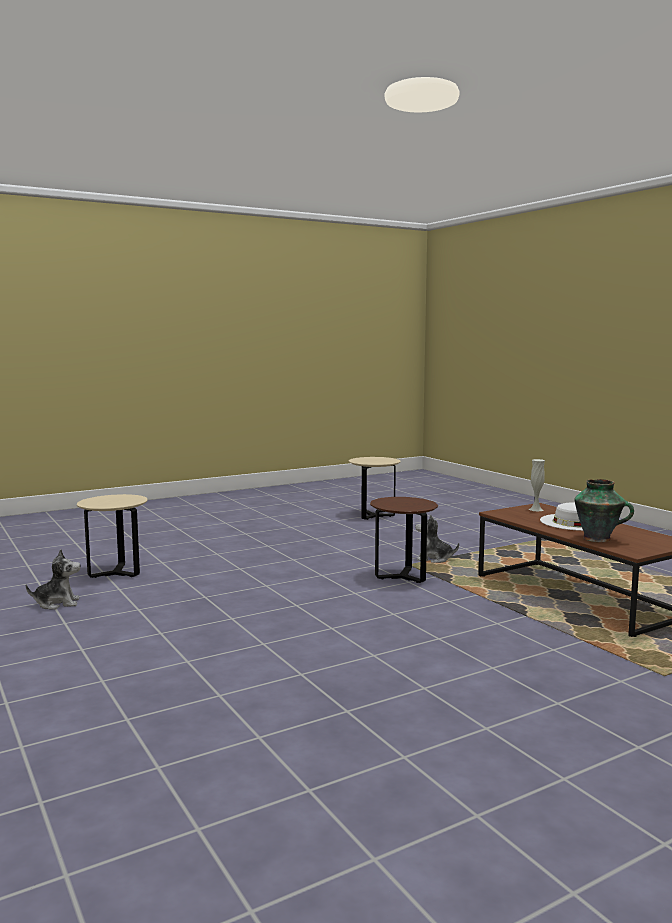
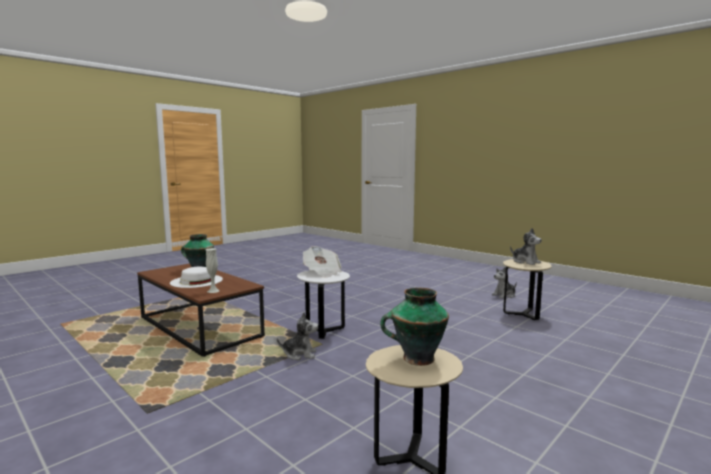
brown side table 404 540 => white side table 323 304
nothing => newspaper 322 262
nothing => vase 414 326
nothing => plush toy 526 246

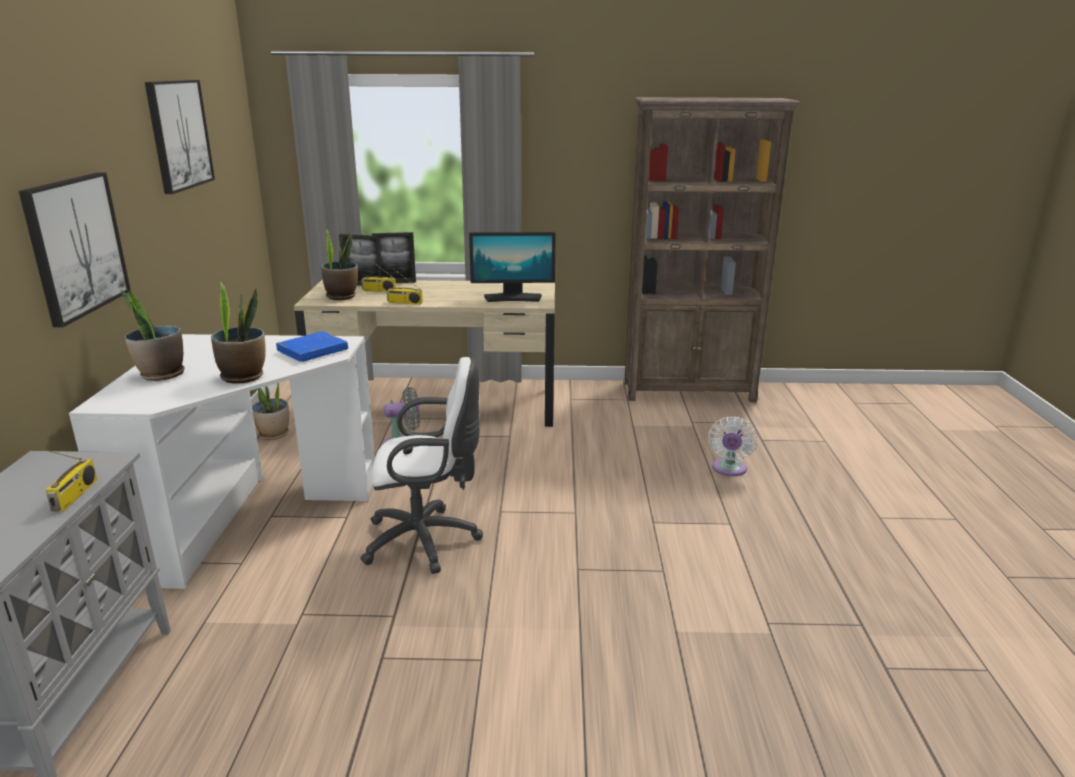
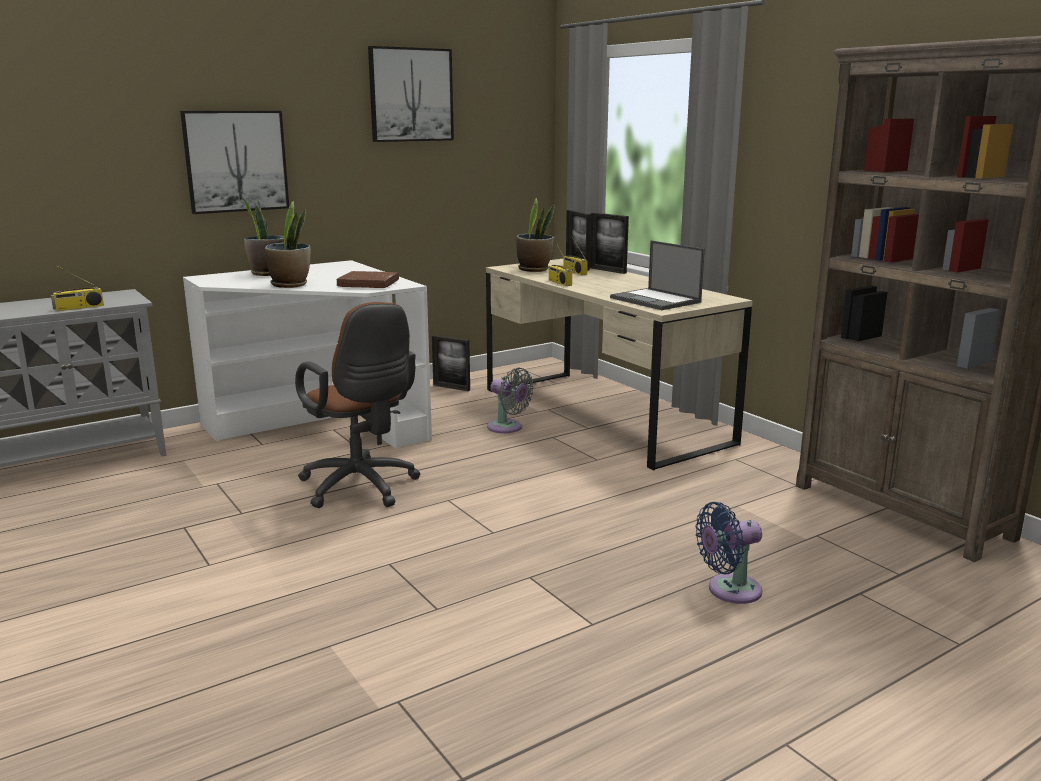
white office chair 421 465 => brown office chair 357 405
blue book 312 346 => brown book 368 279
potted plant 270 411 => picture frame 451 363
monitor 512 267 => laptop 657 275
white fan 732 446 => blue fan 728 553

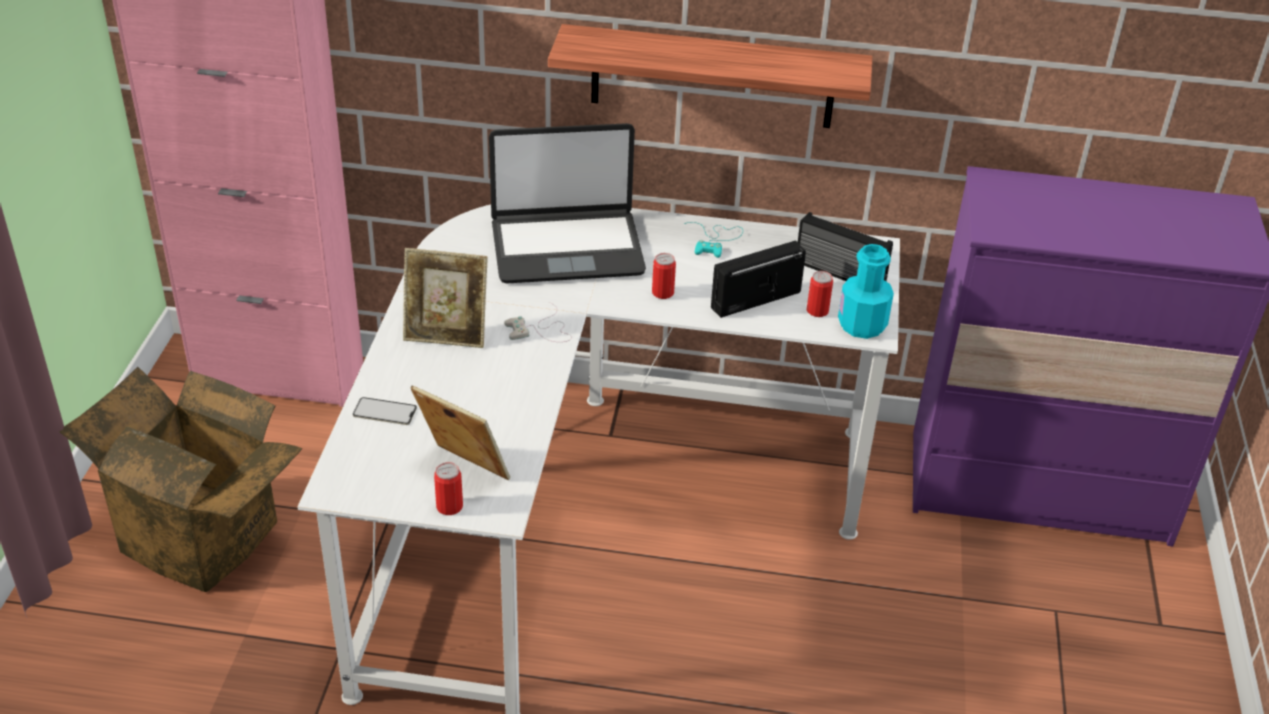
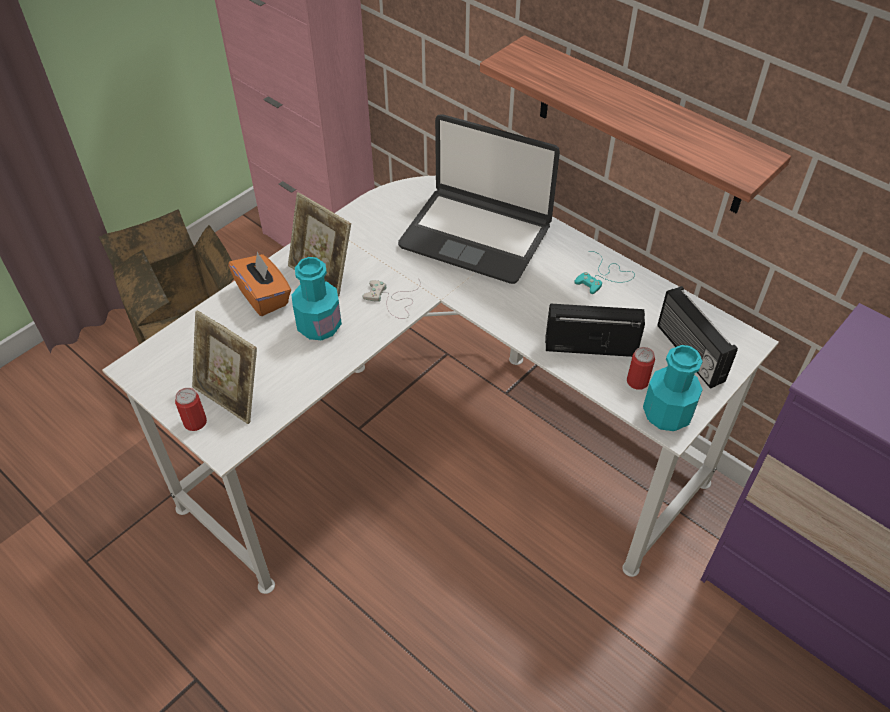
picture frame 460 433 => picture frame 224 367, 150 degrees clockwise
nothing => orange tissue box 259 283
nothing => turquoise bottle 316 298
phone 385 411 => nothing
can 664 276 => nothing

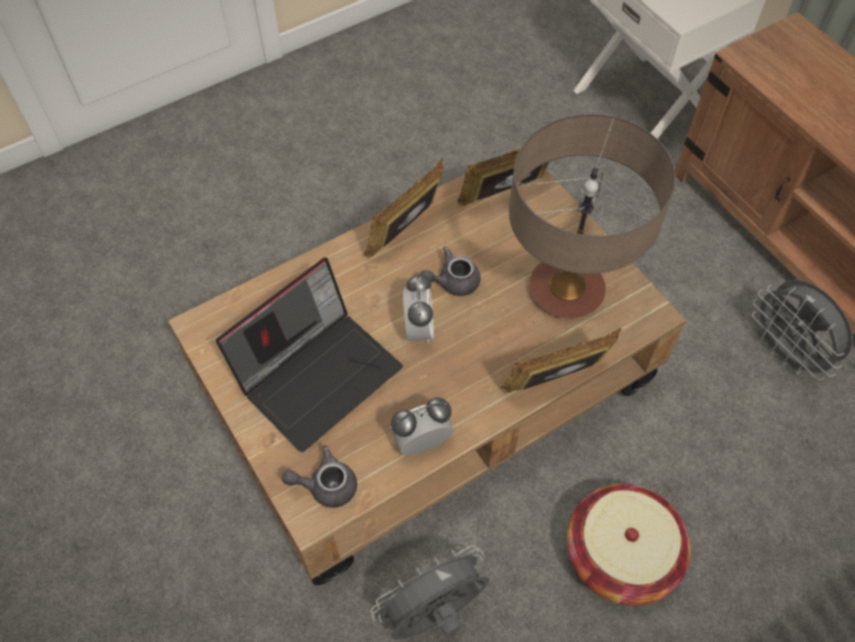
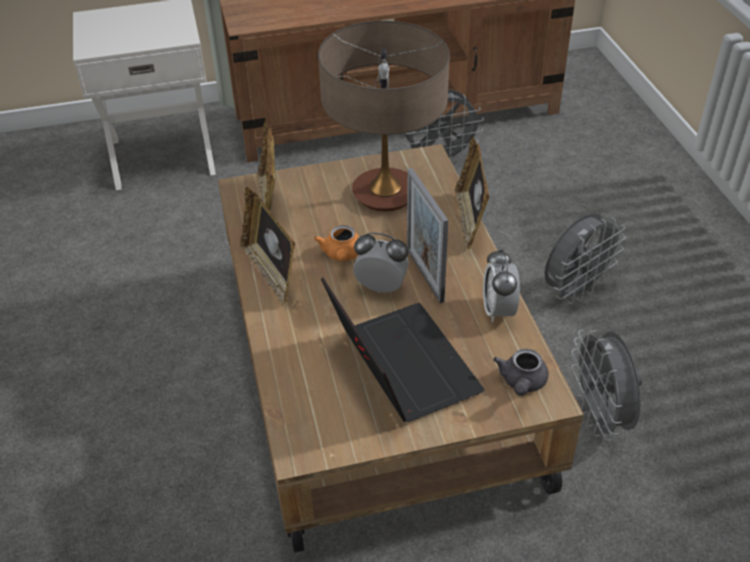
grey teapot 450 271 => orange teapot 336 243
nothing => picture frame 427 235
basket 628 545 => grey fan 585 258

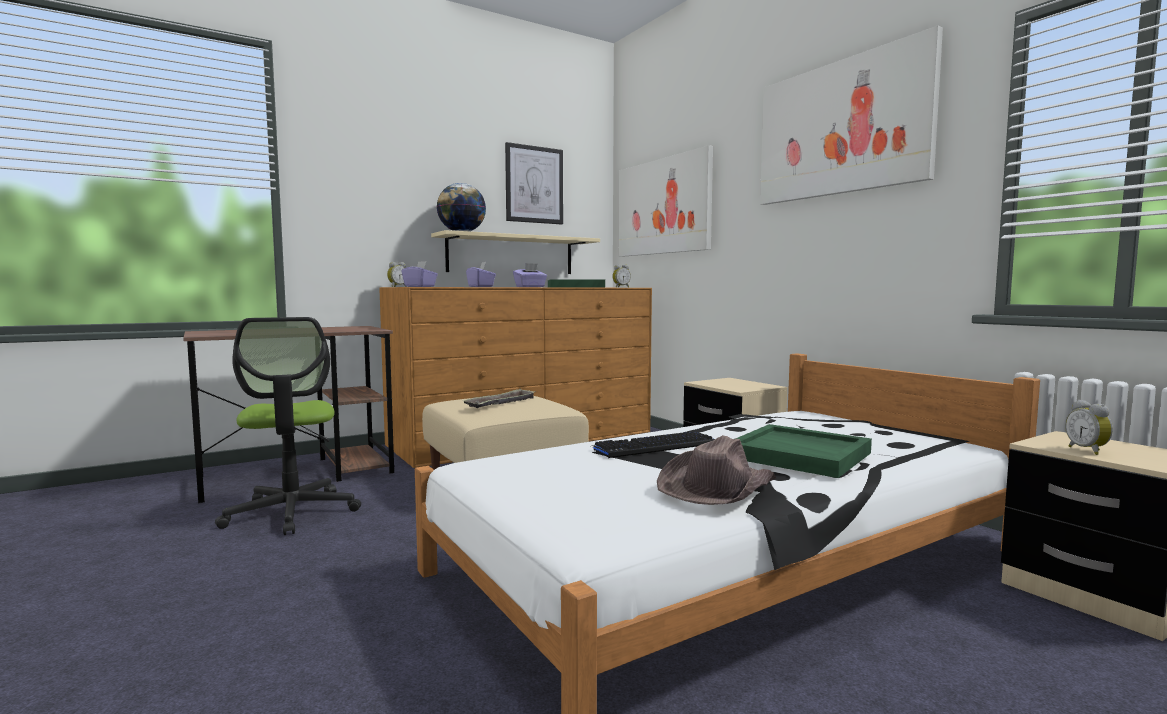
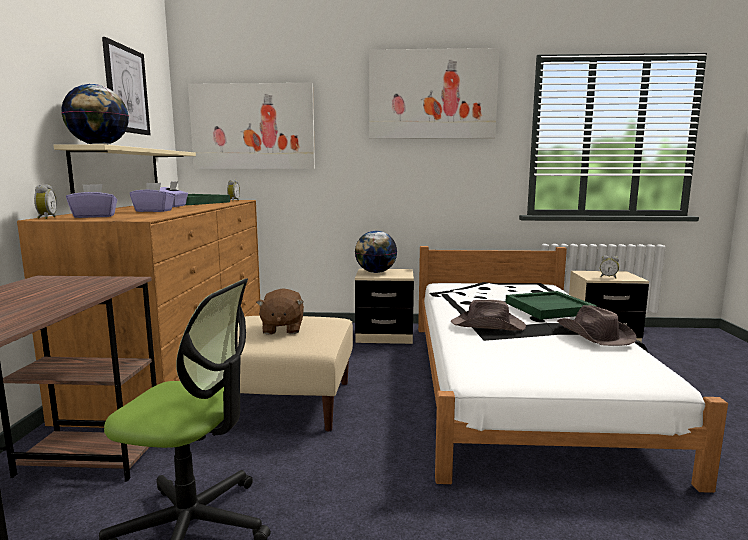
tray 499 398 => brown plush toy 280 311
nothing => globe 376 252
keyboard 654 444 => brown hat 488 315

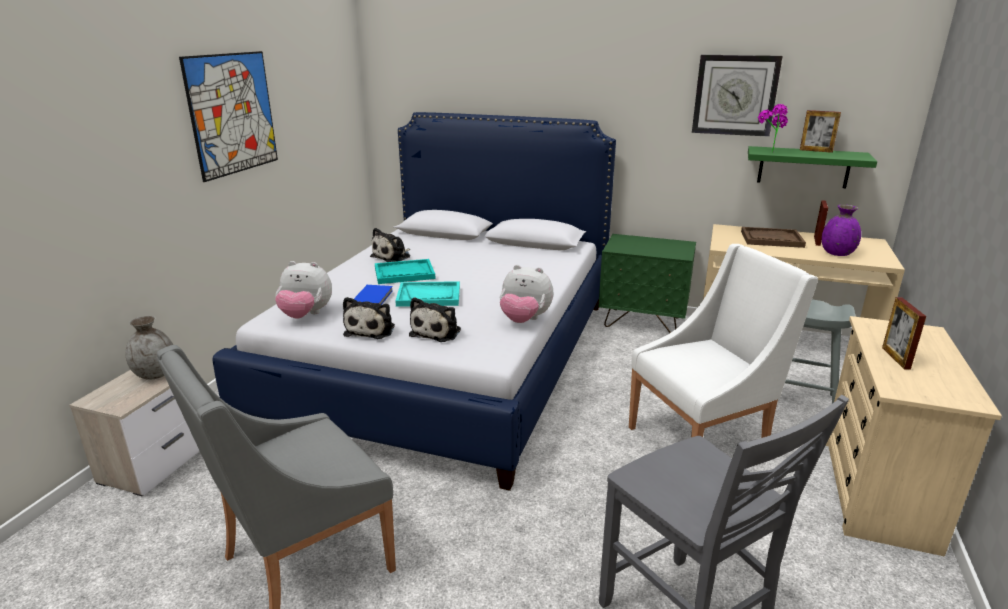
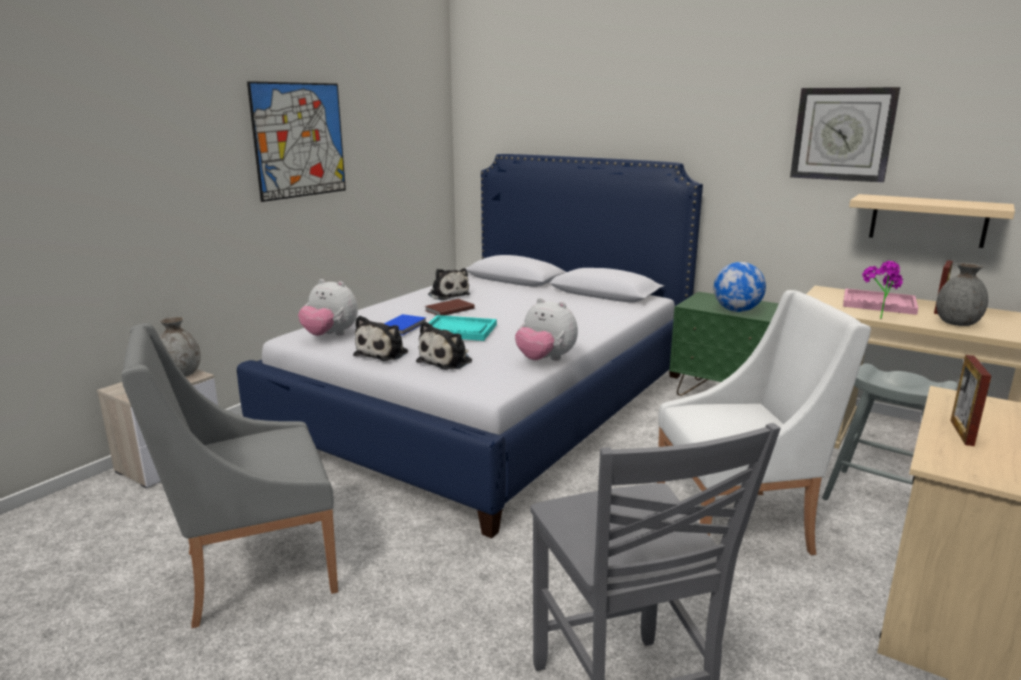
turquoise tray 405 271 => brown book 450 307
plush toy 390 245 => plush toy 449 284, 90 degrees counterclockwise
nothing => globe 740 287
brown tray 773 237 => pink tray 880 301
green shelf 812 167 => beige shelf 932 221
potted plant 773 128 => potted plant 882 290, moved
purple vase 841 230 => grey vase 962 294
picture frame 820 131 => nothing

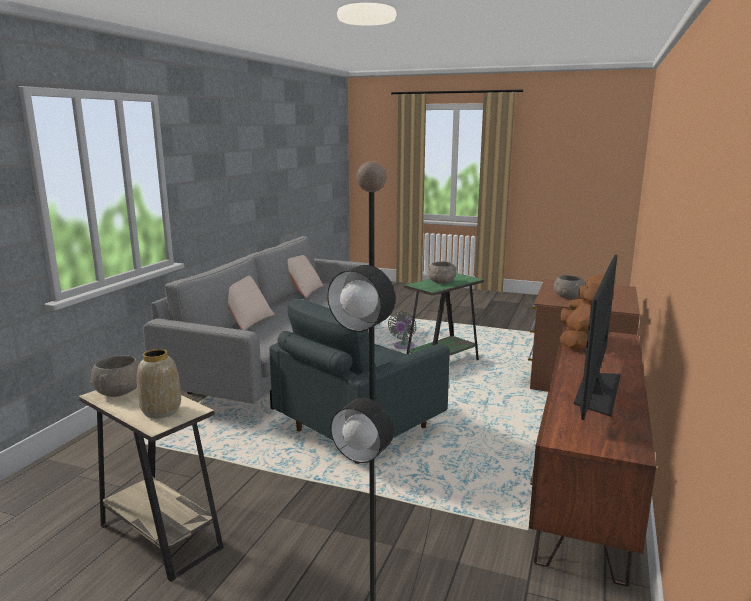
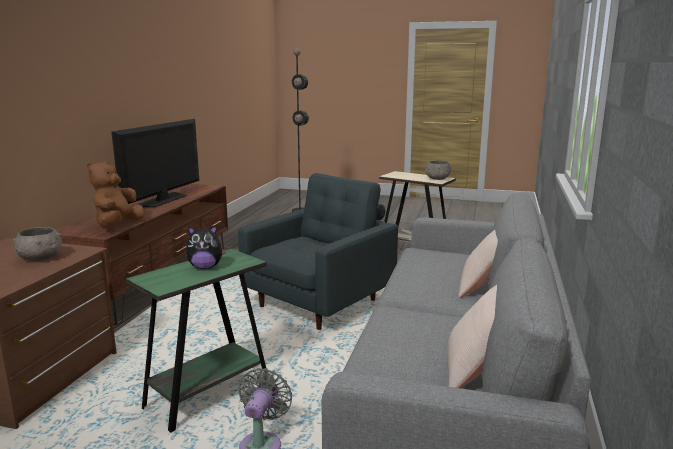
grey bowl 442 273 => plush toy 206 247
vase 159 384 => nothing

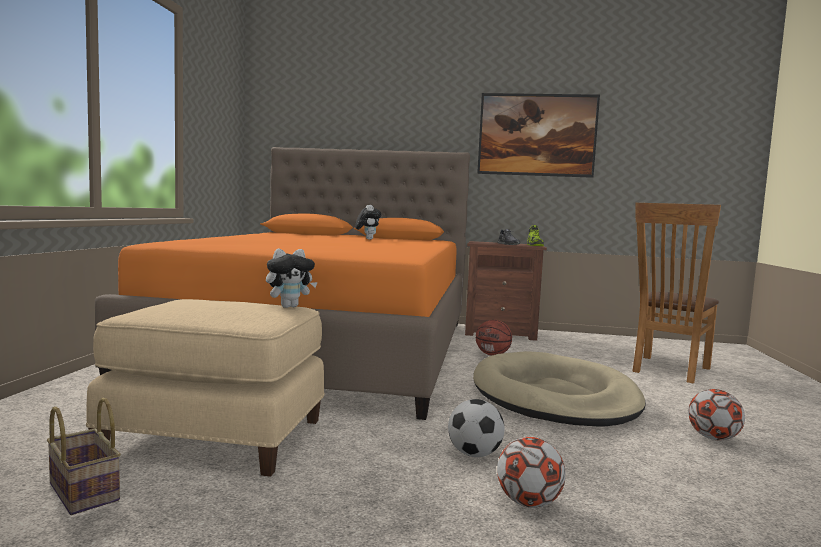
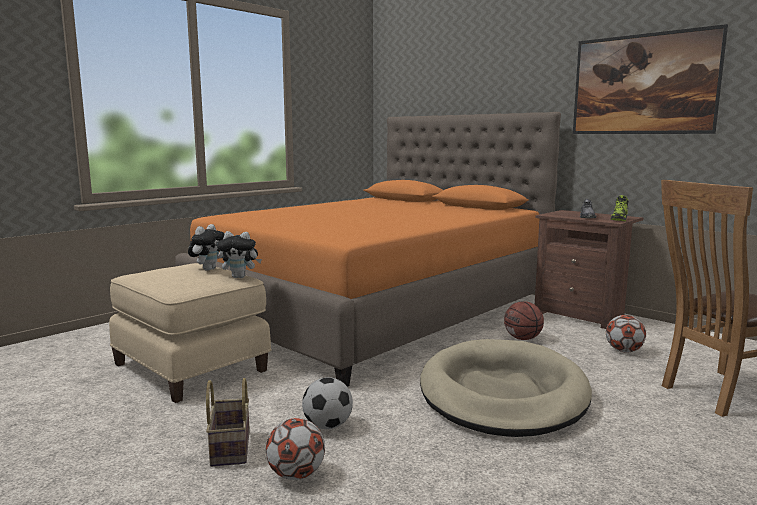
plush toy 368 222 => plush toy 206 247, moved
basket 84 456 => basket 228 422, moved
football 716 414 => football 626 334, moved

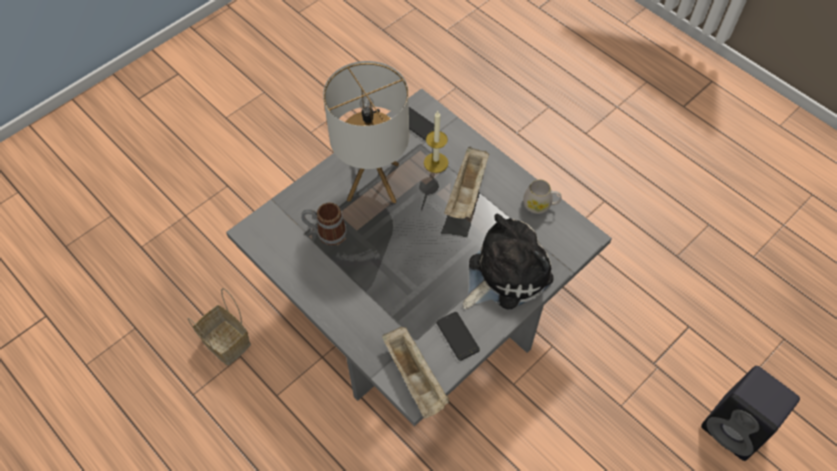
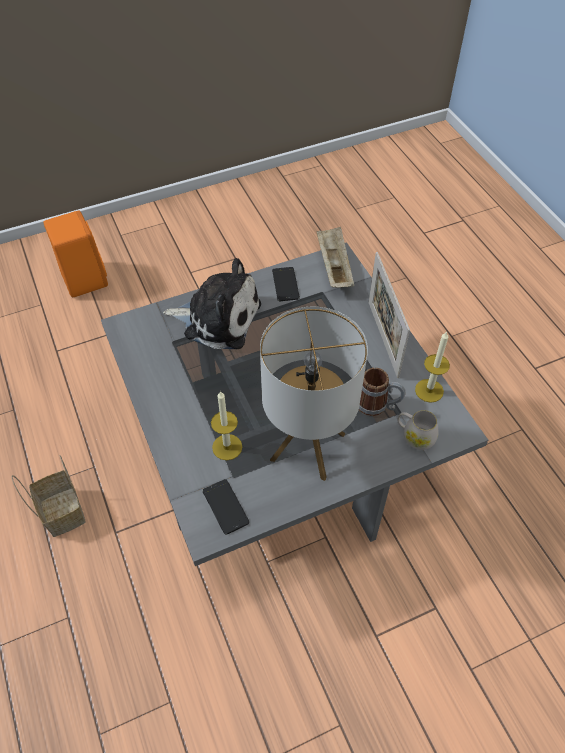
basket 219 326 => basket 48 496, moved
black speaker 750 413 => orange speaker 75 254
plush toy 508 261 => plush toy 212 303, 150 degrees counterclockwise
nothing => picture frame 389 315
white mug 542 197 => white mug 418 430, moved
nothing => candle 432 367
beige tray 466 182 => nothing

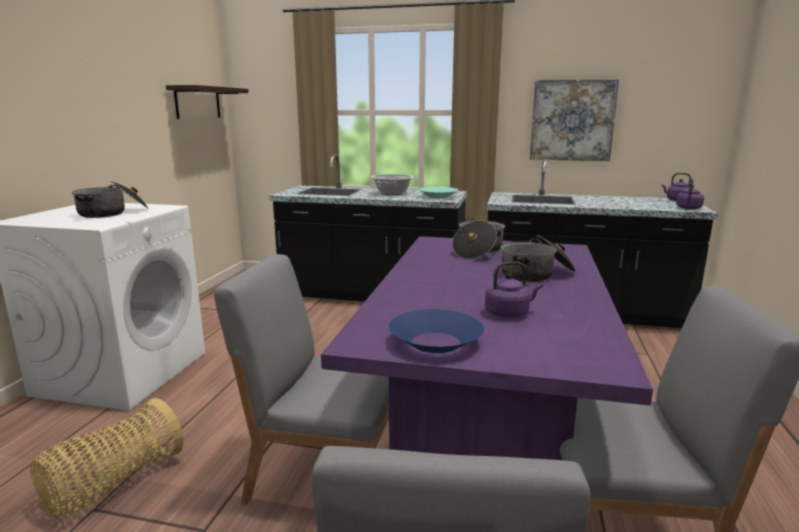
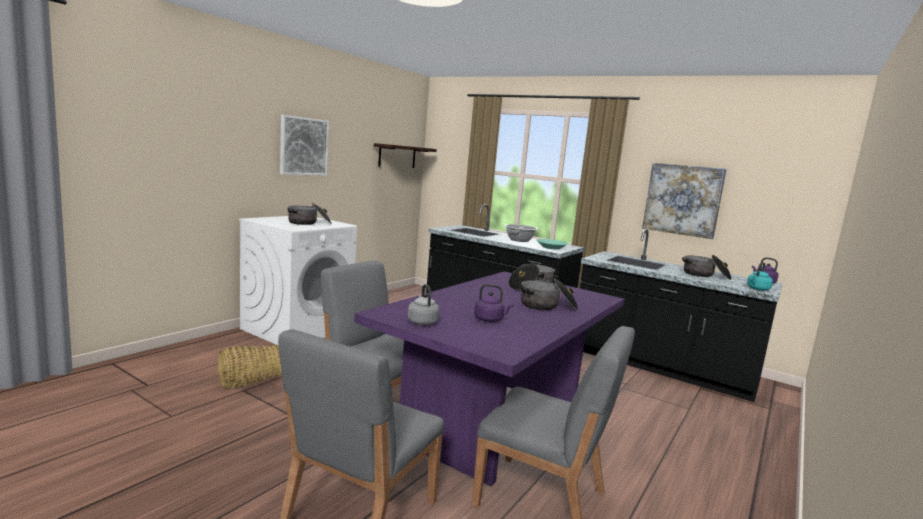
nothing => picture 304 145
blue bowl 436 331 => grey kettle 424 304
nothing => cooking pot 707 267
purple kettle 690 194 => turquoise kettle 760 277

